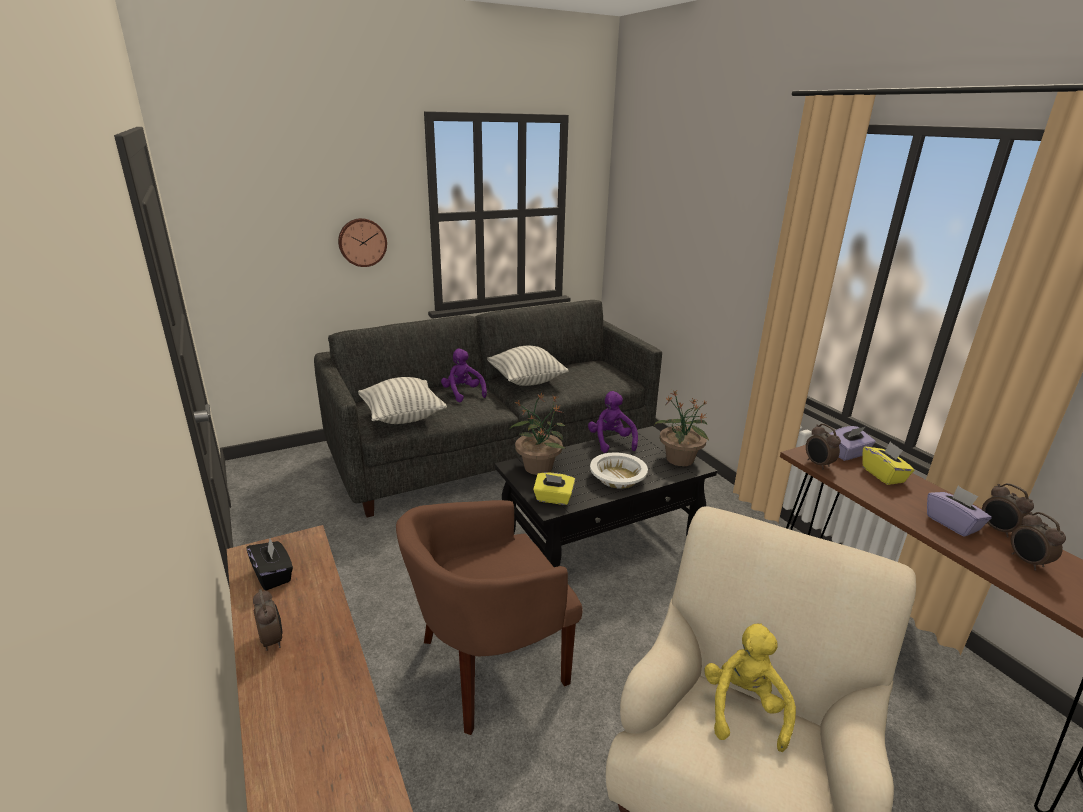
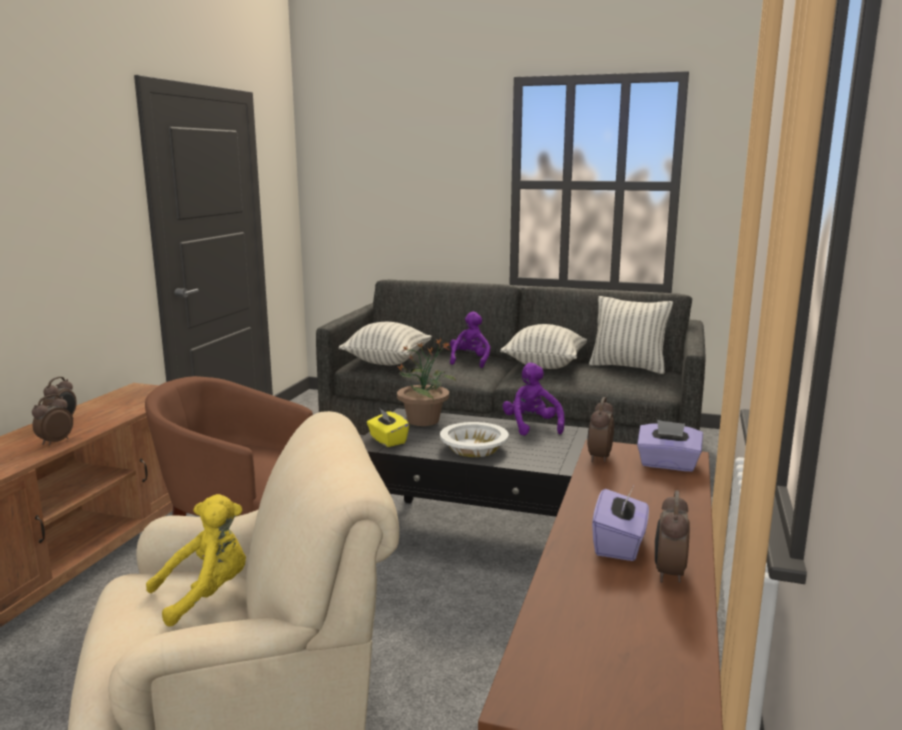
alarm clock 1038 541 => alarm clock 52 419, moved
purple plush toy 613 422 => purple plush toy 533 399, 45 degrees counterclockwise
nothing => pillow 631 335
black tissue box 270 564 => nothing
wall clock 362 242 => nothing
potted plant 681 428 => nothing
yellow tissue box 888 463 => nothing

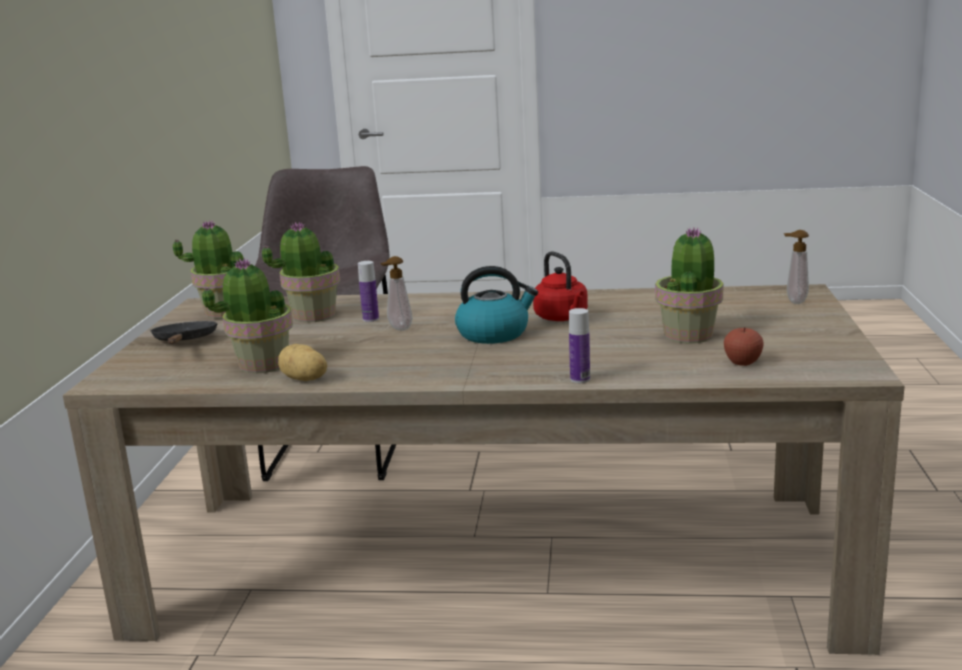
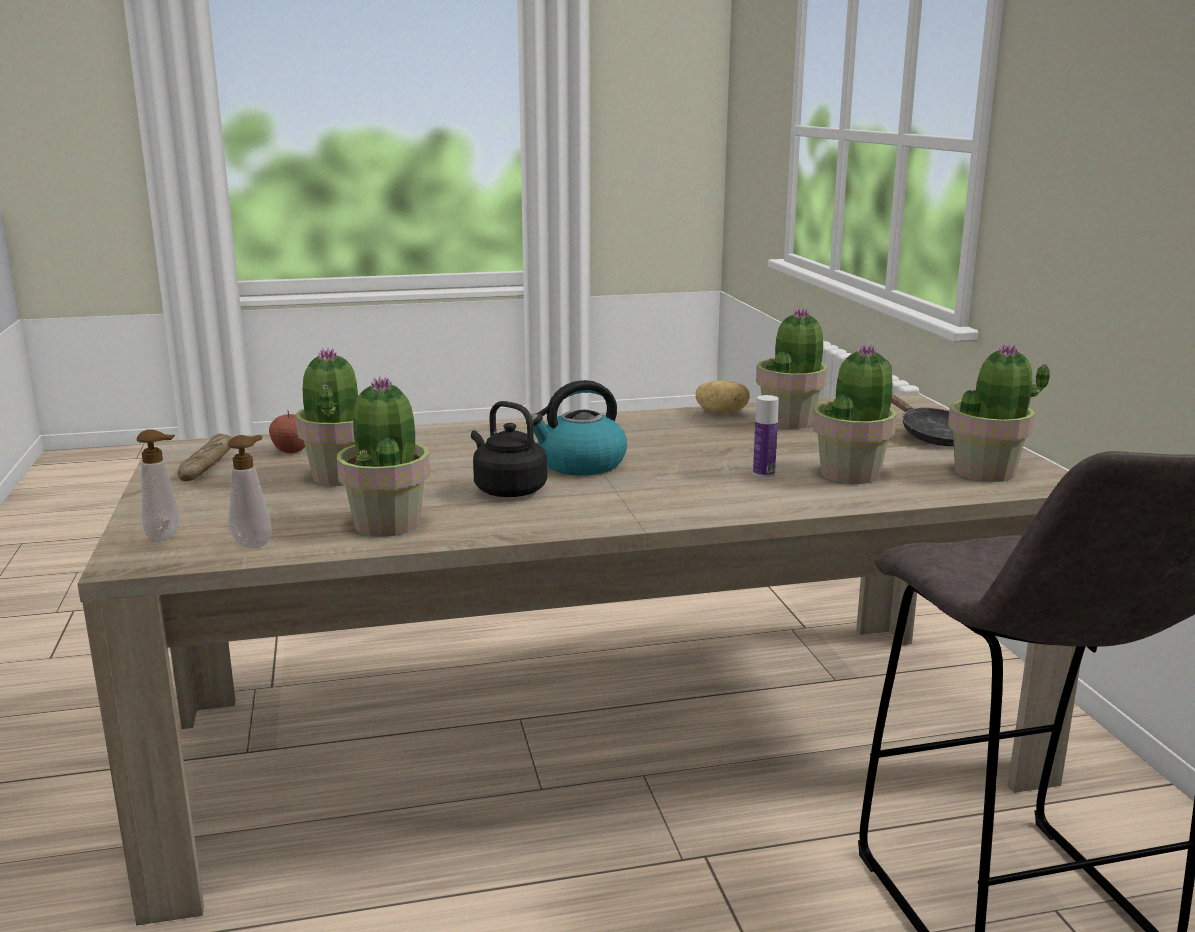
nothing => bread 205 457
soap dispenser 396 293 => soap dispenser 250 491, moved
nothing => potted plant 383 456
red kettle 560 286 => black kettle 509 449
bottle 579 345 => nothing

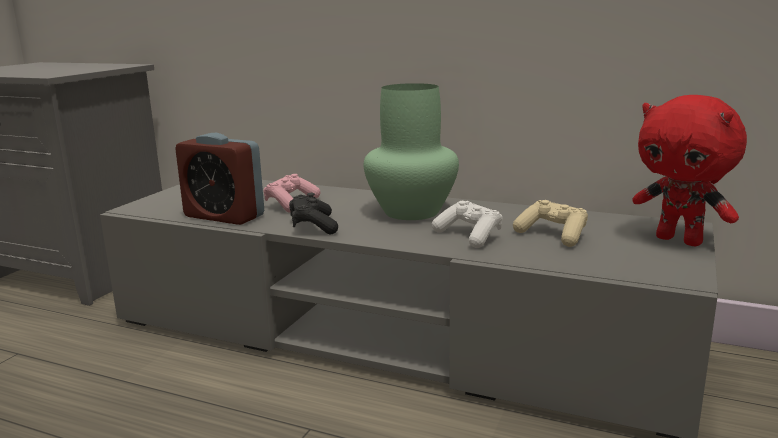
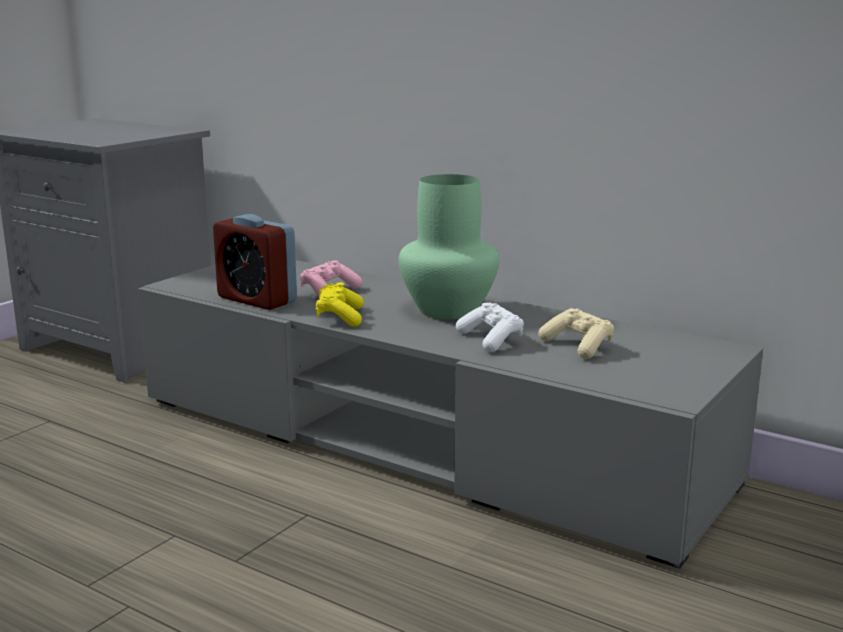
black game controller 313 213 => yellow game controller 340 304
red plush toy 689 170 => nothing

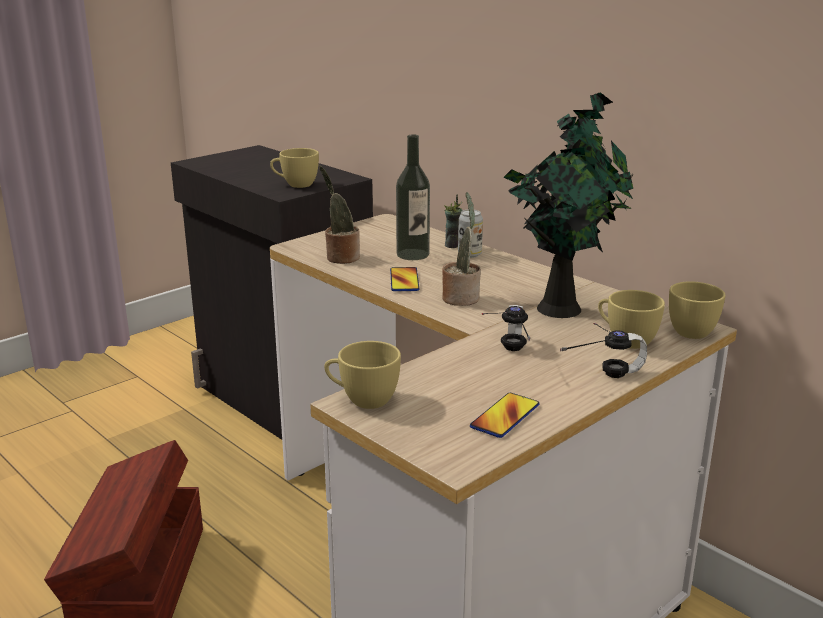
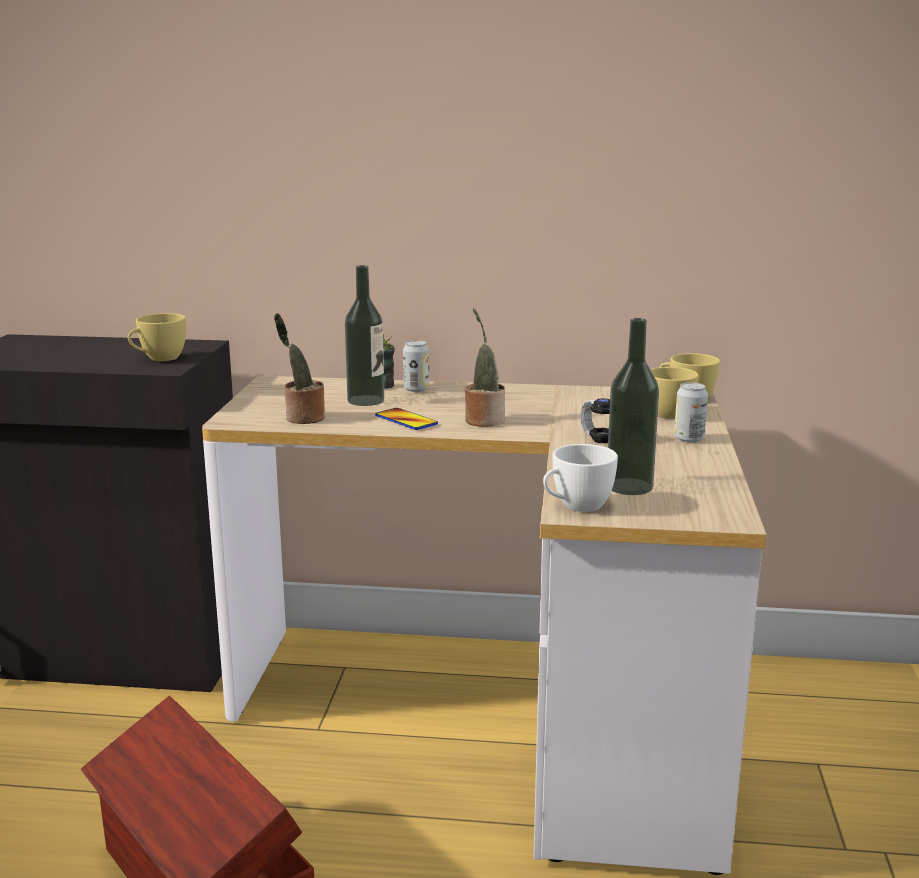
yellow cup 362 375 => white cup 580 478
nothing => bottle 633 406
headphones 603 350 => can 691 412
phone 505 415 => nothing
potted plant 568 205 => nothing

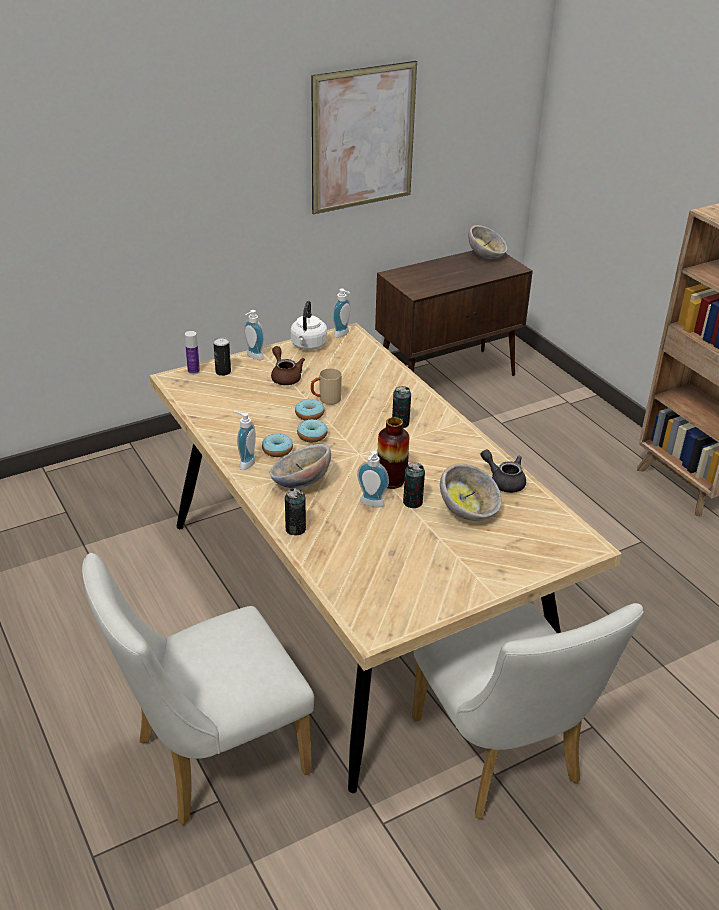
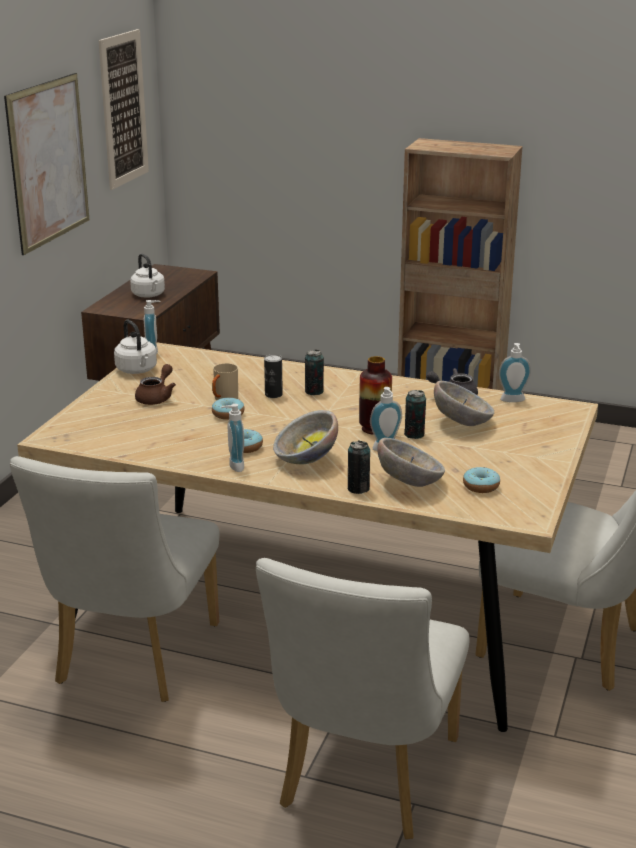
nothing => white chair 114 579
nothing => picture 123 109
nothing => white kettle 147 276
brown teapot 288 365 => brown teapot 155 384, 90 degrees clockwise
can 222 356 => can 273 376, moved
bowl 488 242 => bowl 411 462, moved
donut 312 430 => donut 481 480, moved
soap dispenser 254 335 => soap dispenser 515 372, moved
bottle 192 352 => nothing

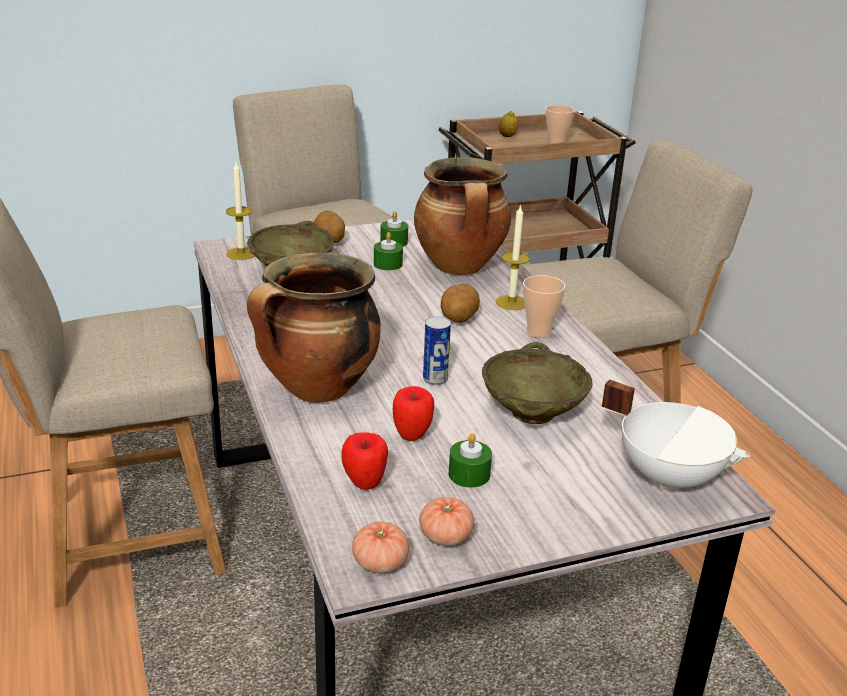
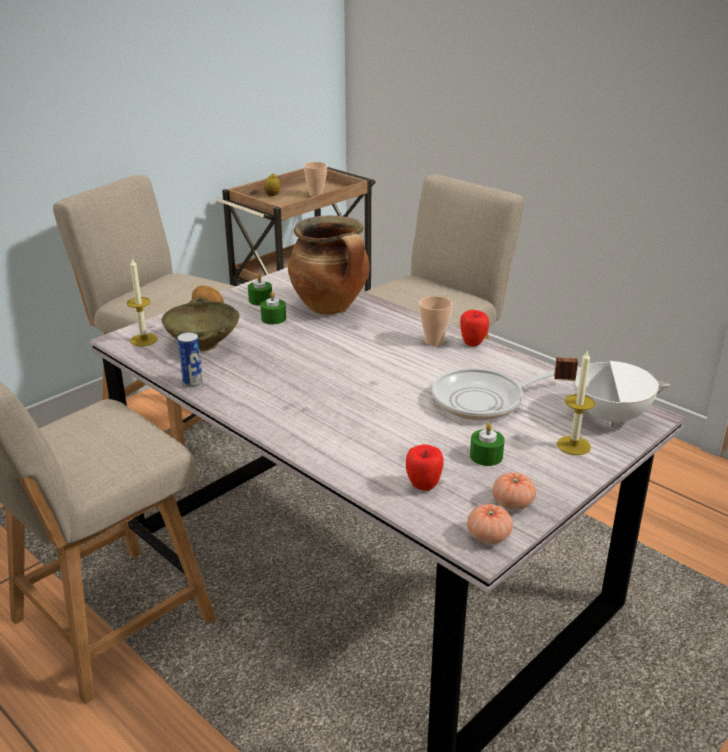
can 437 350 => can 190 359, moved
beige bowl 537 383 => frying pan 505 393
apple 413 413 => apple 474 328, moved
candle 513 257 => candle 576 402, moved
cooking pot 314 327 => nothing
potato 460 303 => nothing

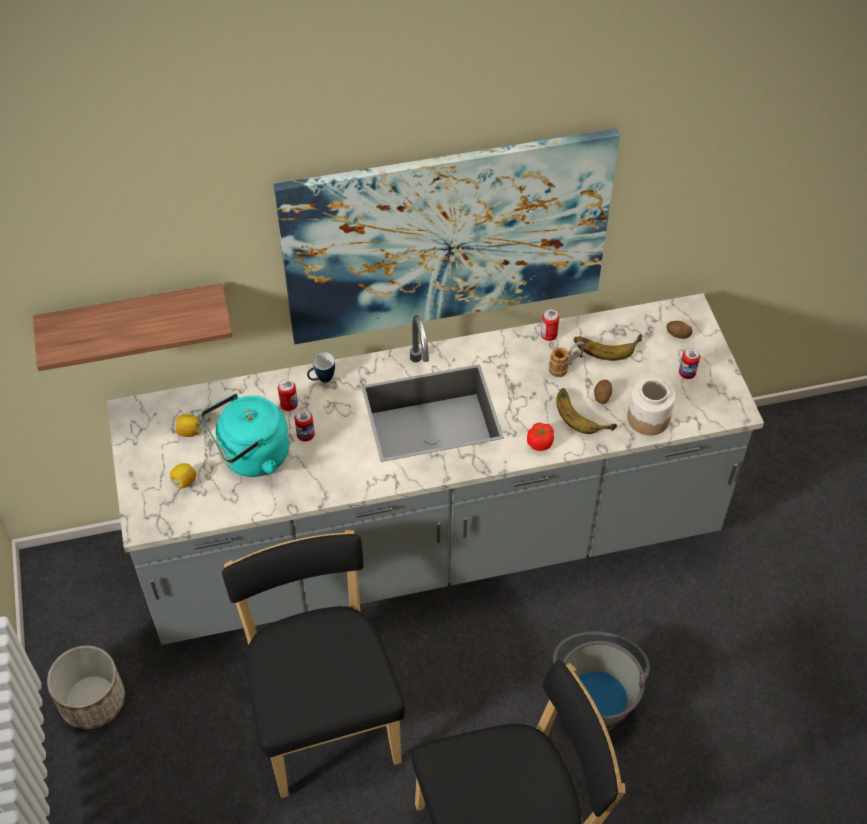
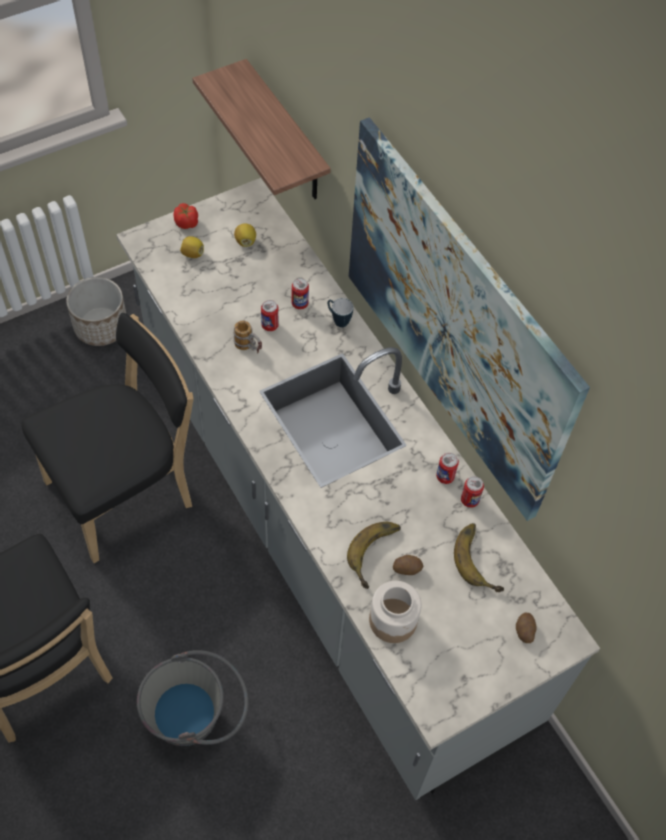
tomato 540 437 => tomato 186 216, moved
mug 567 359 => mug 247 337, moved
can 689 363 => can 447 468, moved
turquoise kettle 245 435 => nothing

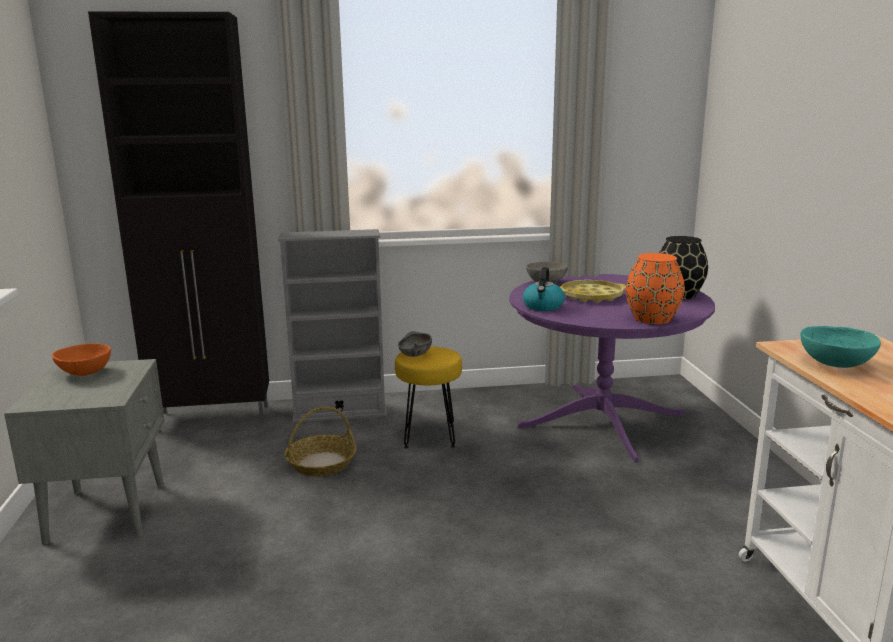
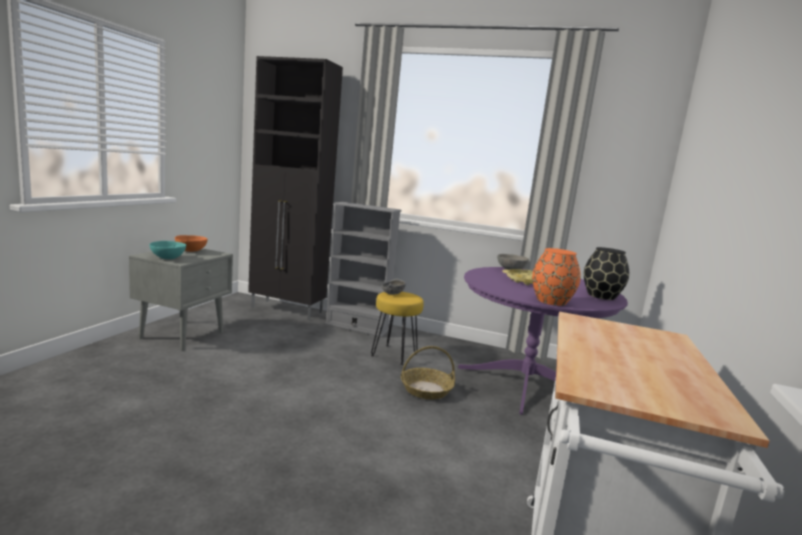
turquoise bowl 841 347 => turquoise bowl 167 250, moved
basket 321 441 => basket 428 372, moved
kettle 544 289 => nothing

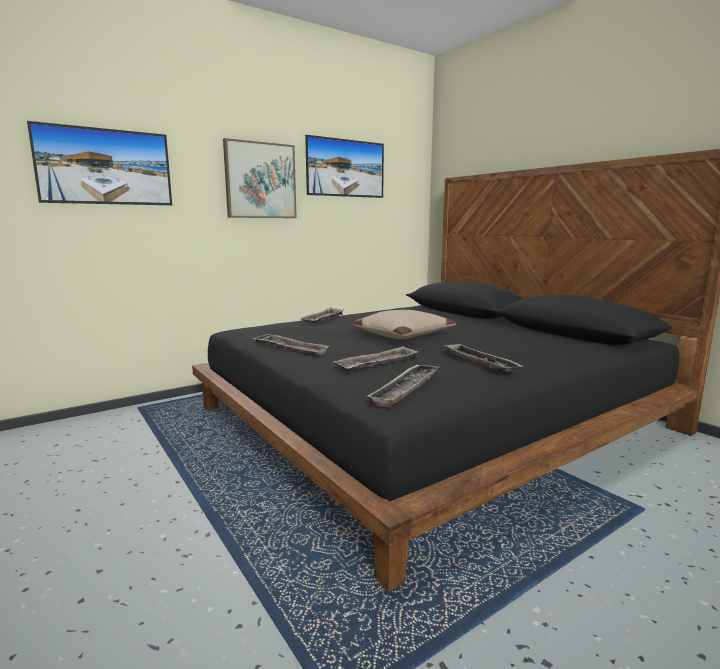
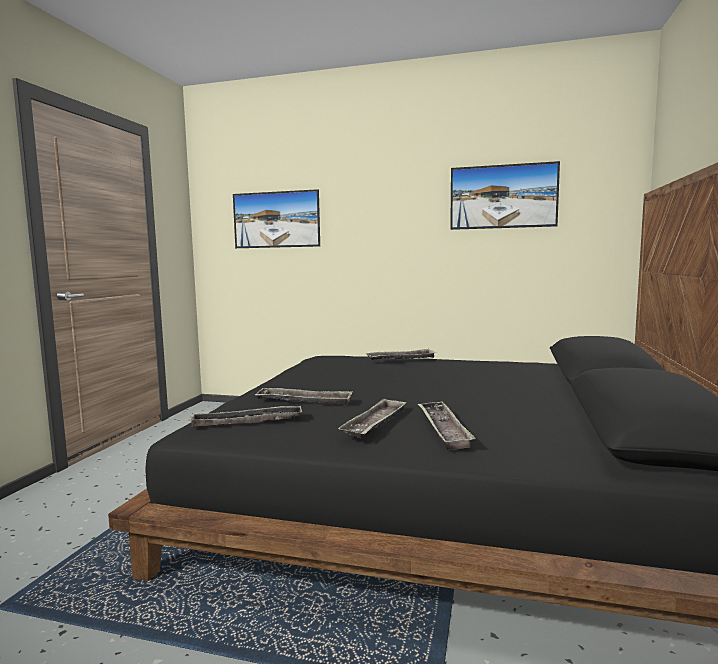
tray 292 346 => tray 447 425, moved
picture 260 178 => nothing
beige pillow 405 324 => nothing

